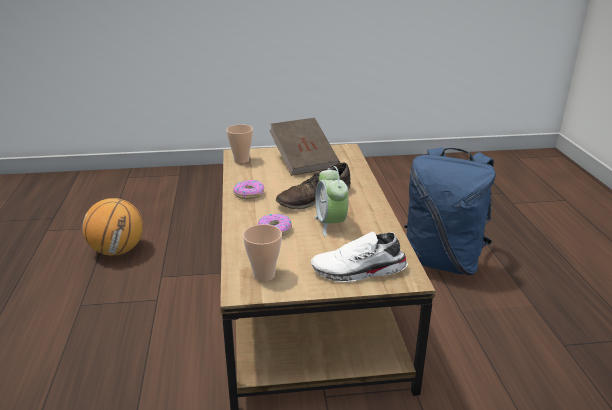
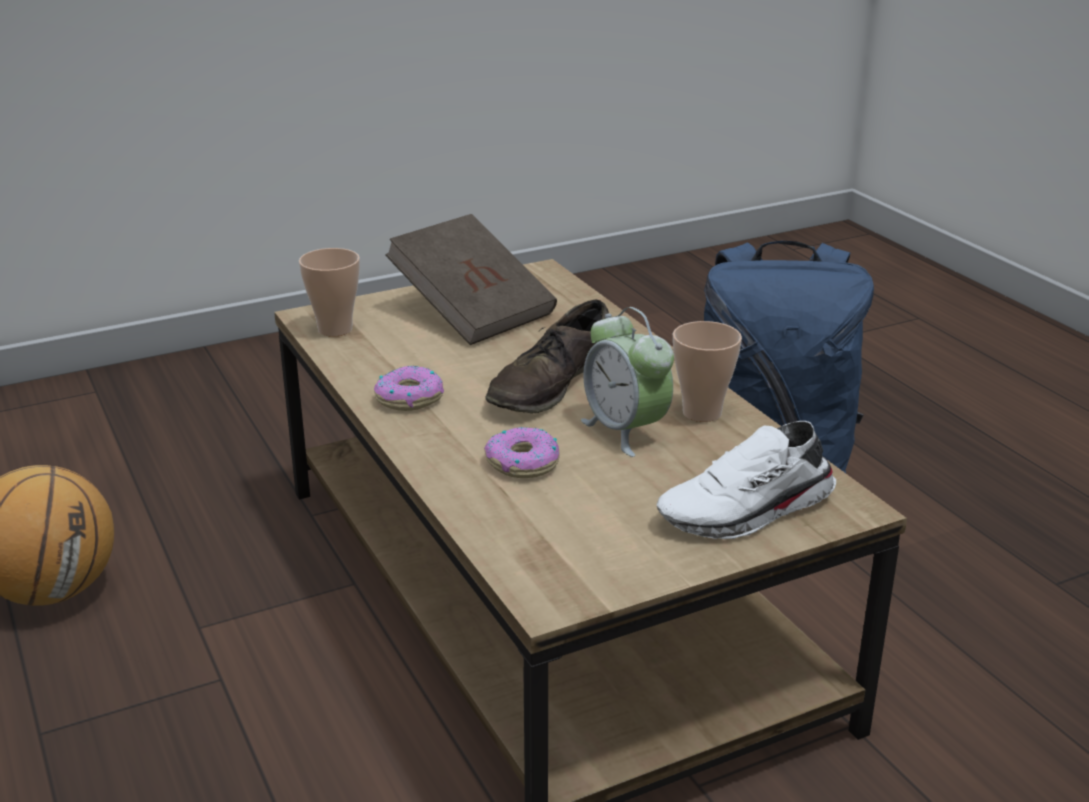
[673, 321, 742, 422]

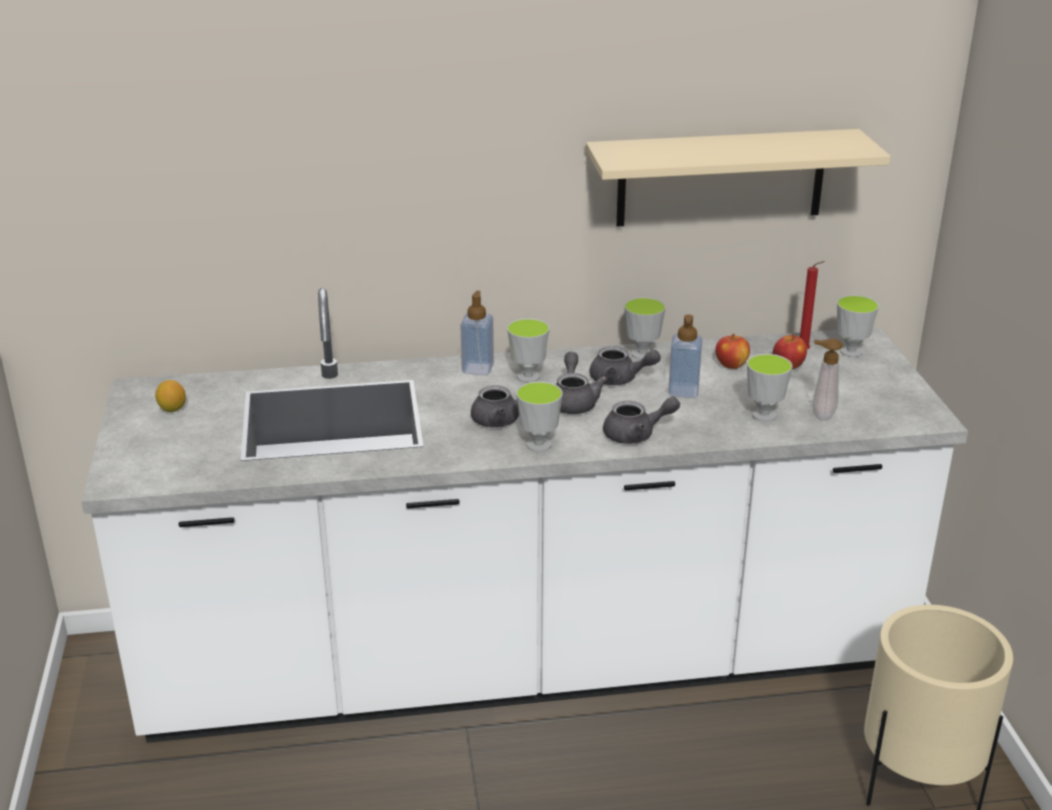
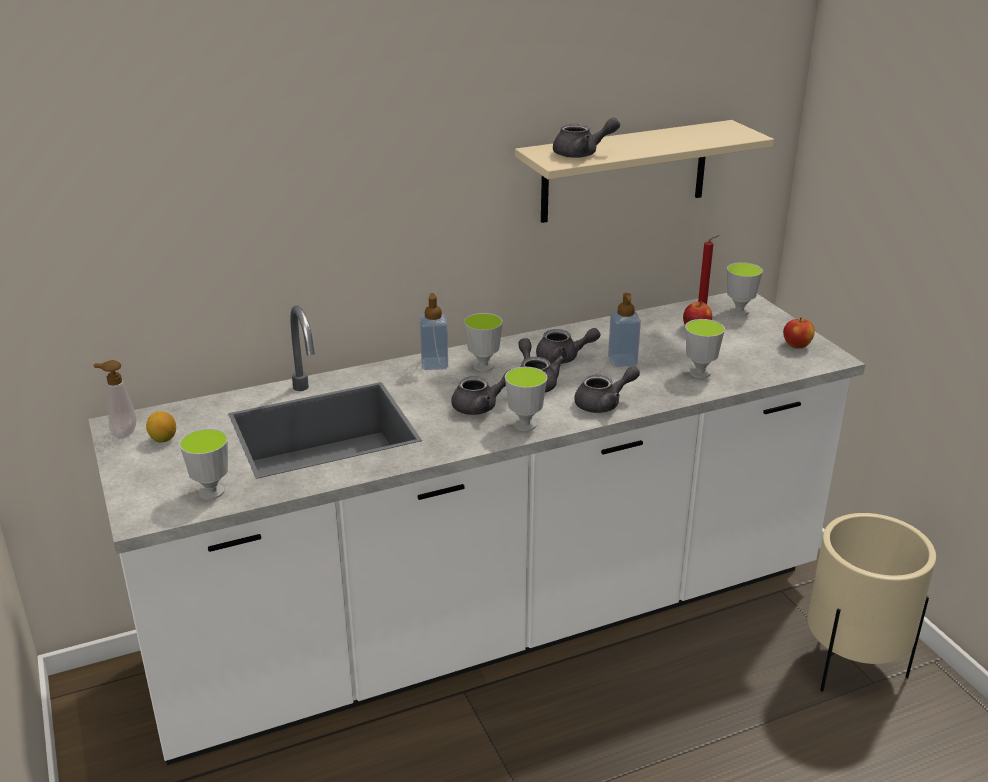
[553, 117, 620, 158]
[179, 428, 228, 500]
[783, 317, 815, 348]
[94, 360, 136, 439]

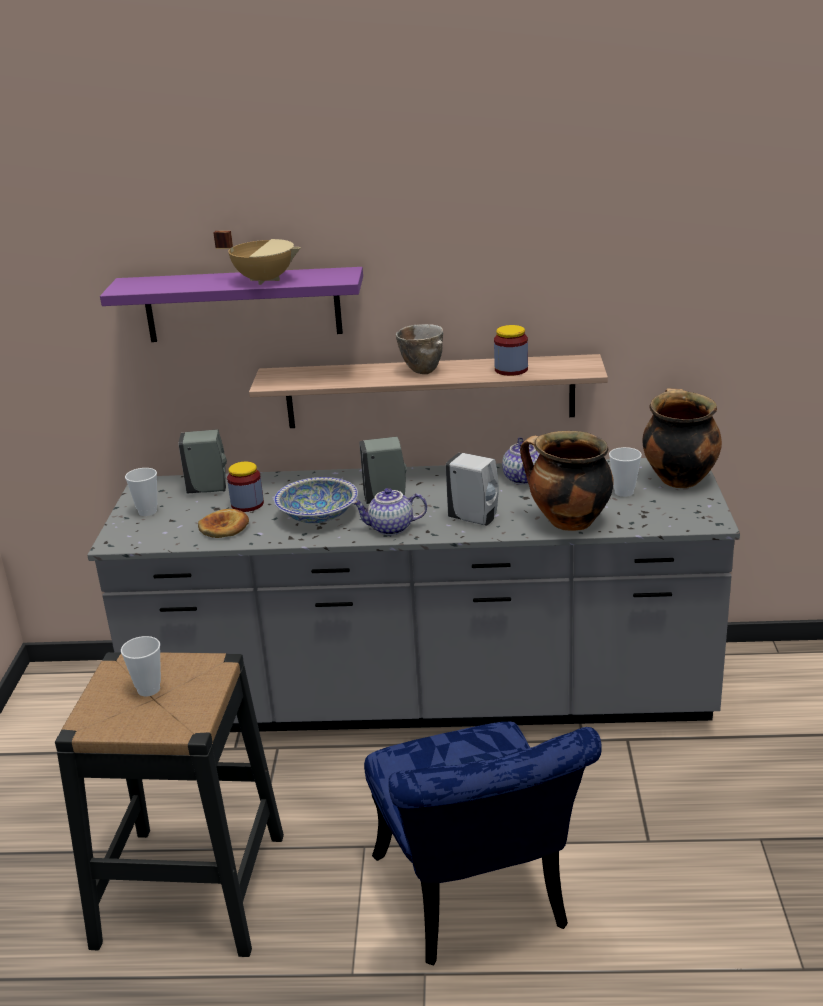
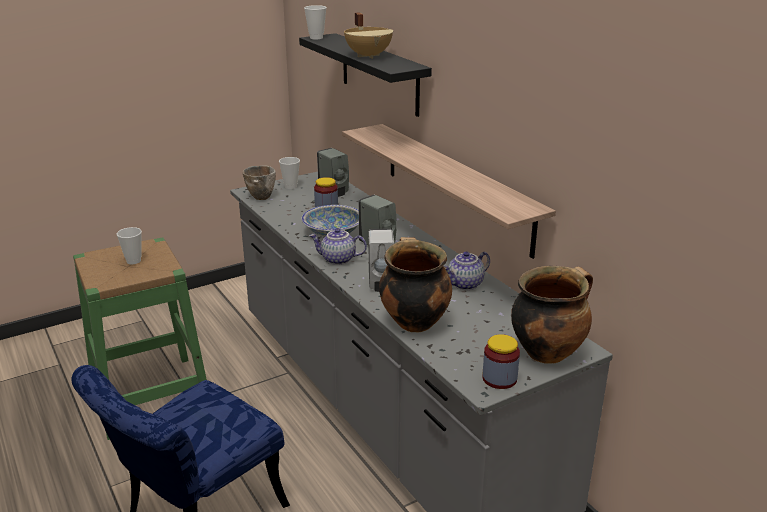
[198, 509, 249, 538] (first image)
[243, 165, 276, 200]
[482, 334, 520, 389]
[304, 5, 327, 39]
[73, 237, 207, 440]
[299, 33, 432, 117]
[309, 228, 367, 265]

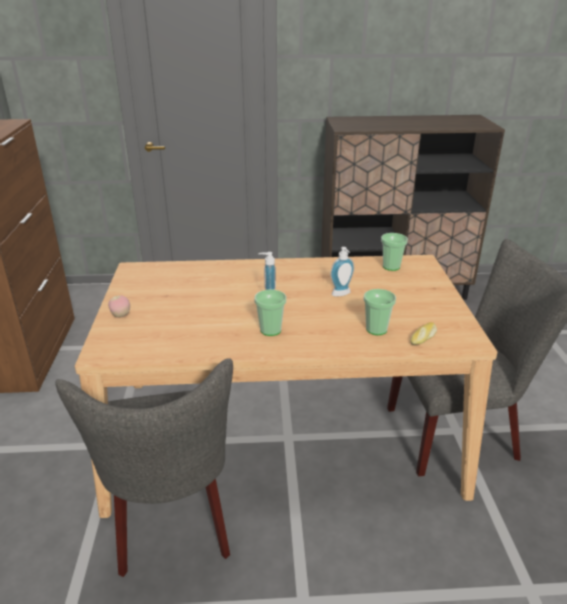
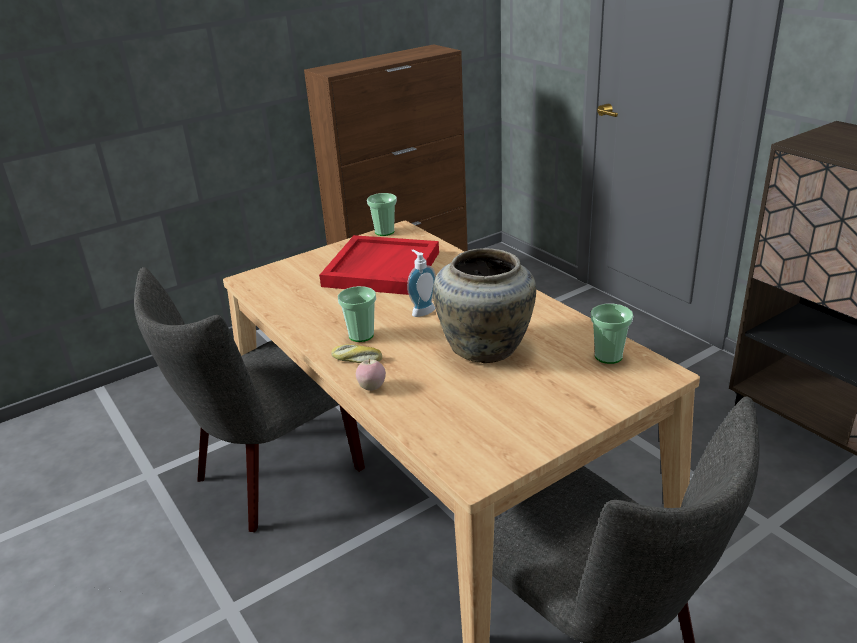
[319, 235, 439, 295]
[356, 359, 386, 391]
[367, 193, 397, 236]
[331, 344, 382, 363]
[433, 248, 536, 363]

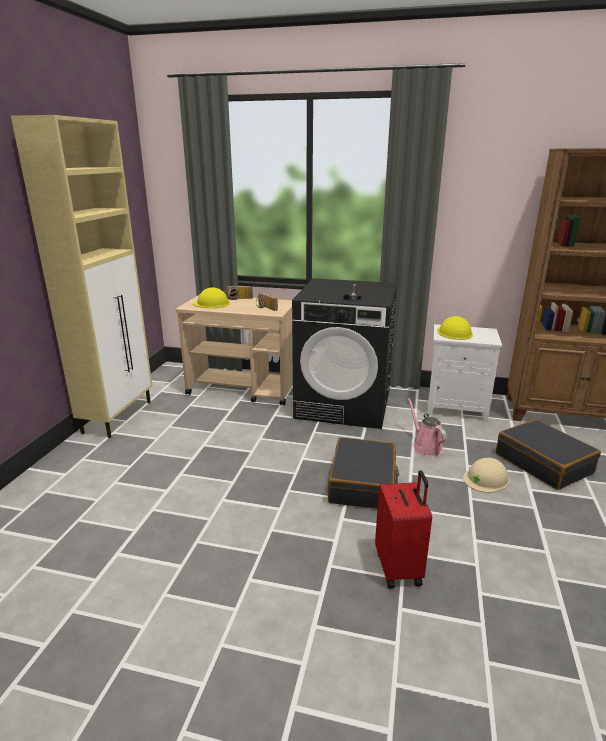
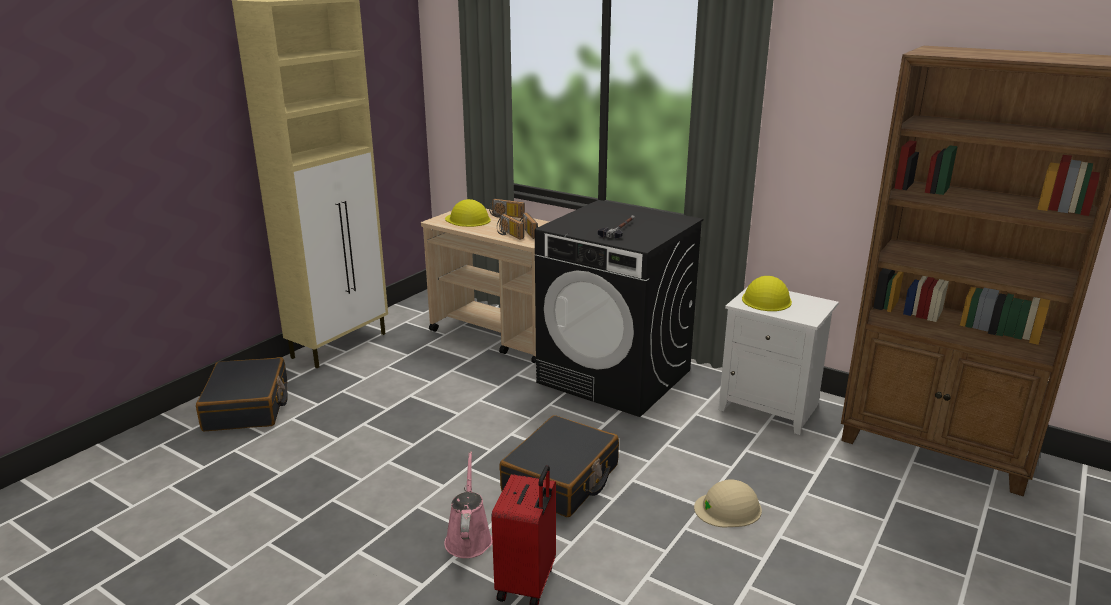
[497, 214, 524, 240]
[444, 452, 492, 558]
[196, 357, 288, 431]

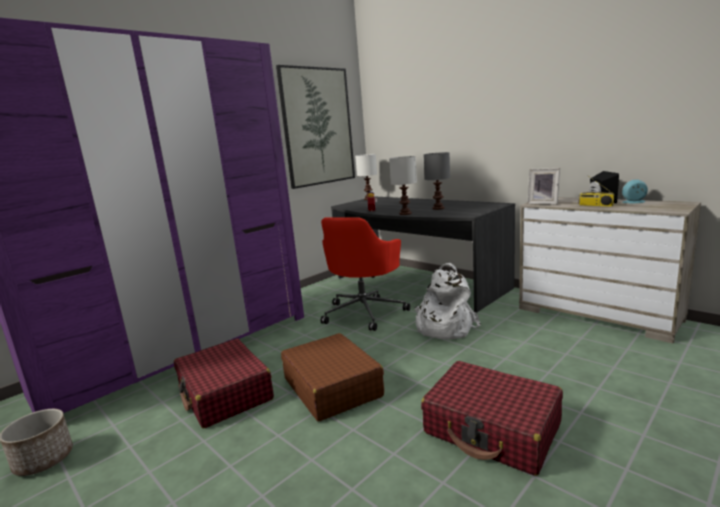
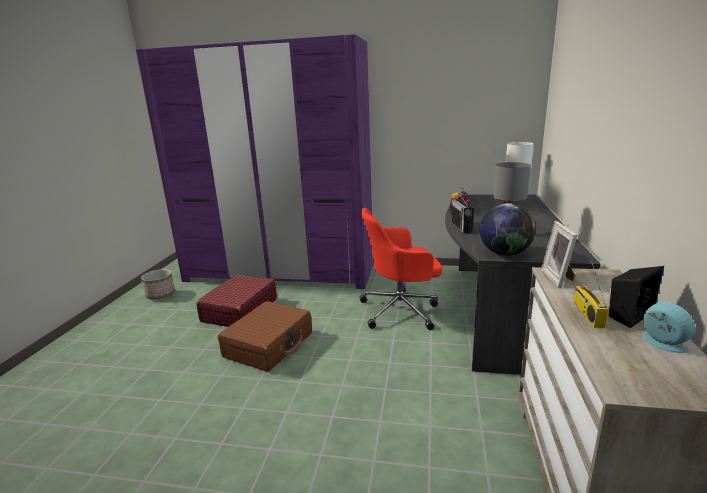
[276, 65, 355, 189] (first image)
[414, 263, 481, 339] (first image)
[421, 361, 563, 476] (first image)
[480, 203, 536, 256]
[451, 190, 474, 233]

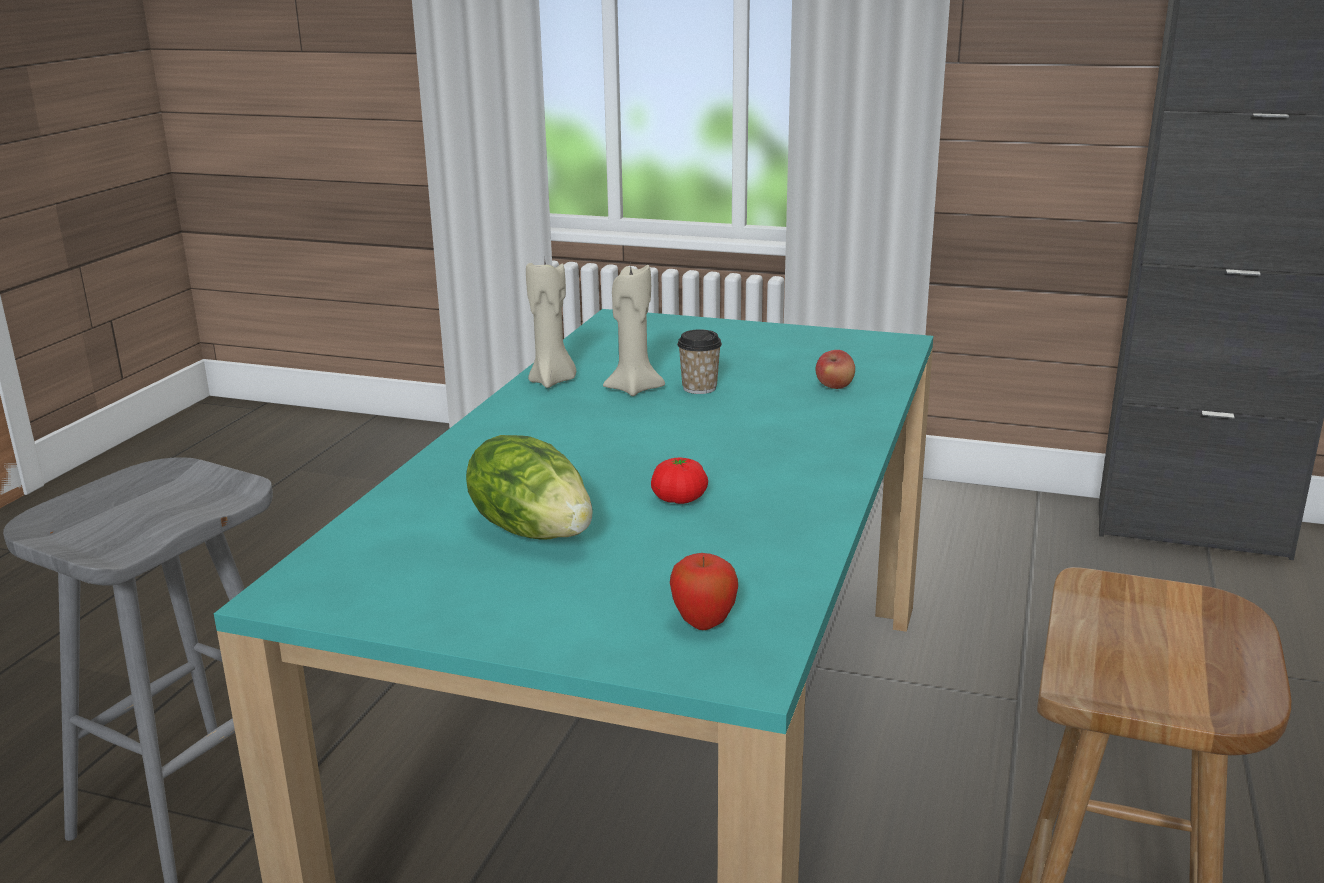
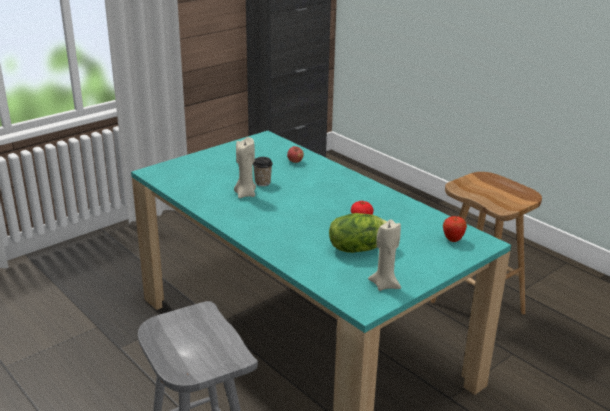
[368, 219, 401, 291]

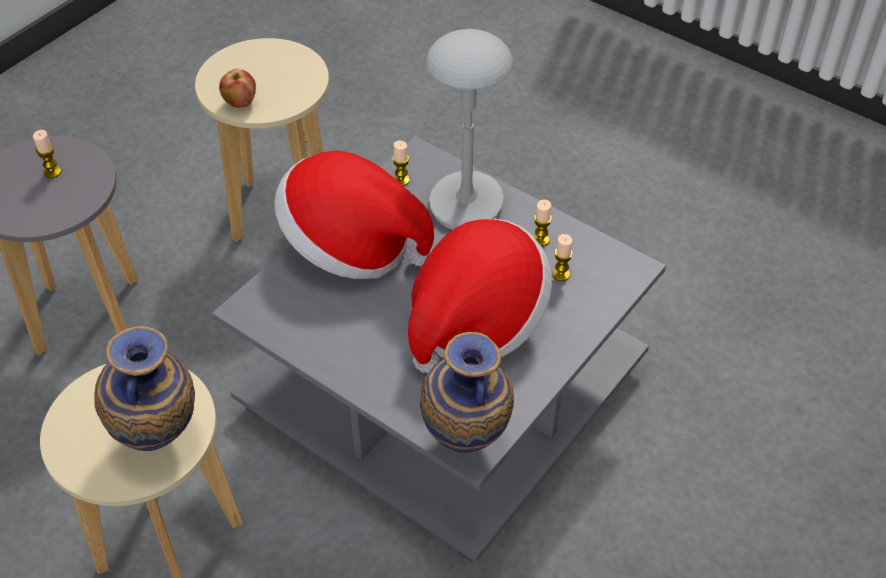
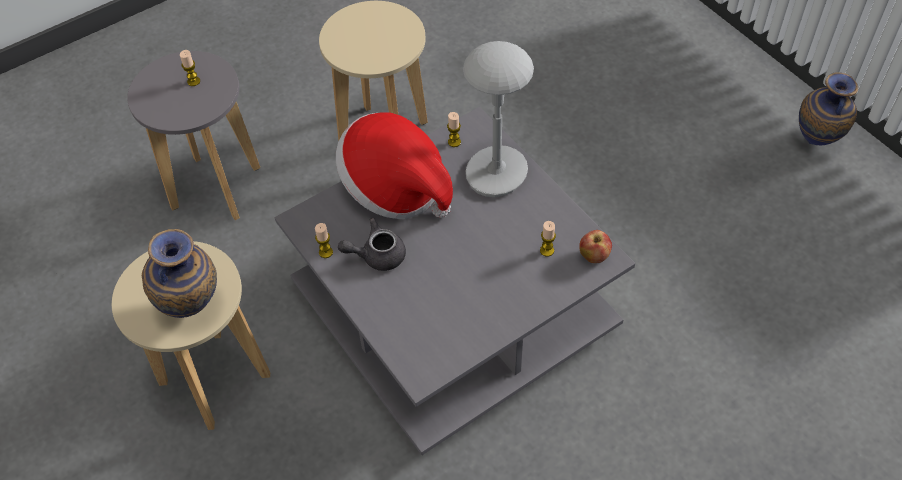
[408, 219, 552, 373] (first image)
[338, 218, 406, 271]
[579, 230, 612, 263]
[799, 72, 859, 145]
[315, 223, 333, 258]

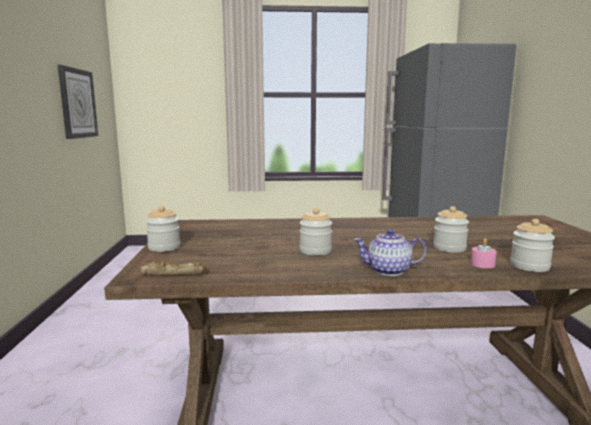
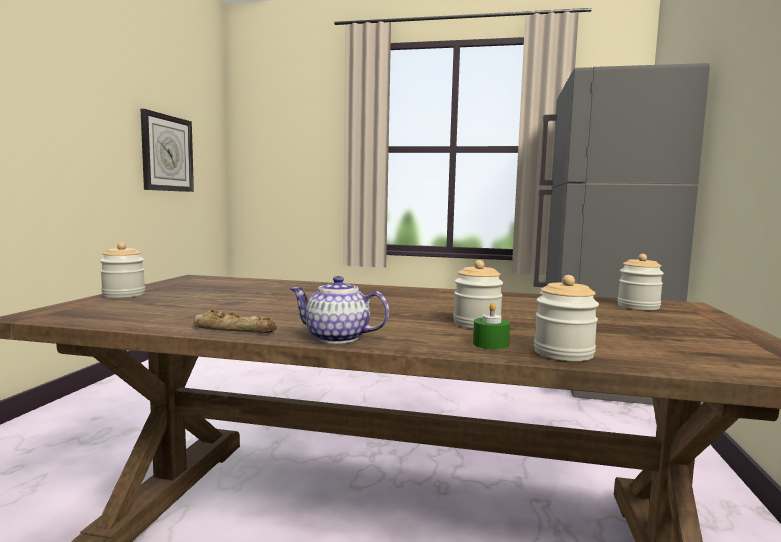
[193, 310, 277, 333]
[617, 254, 664, 310]
[473, 303, 510, 350]

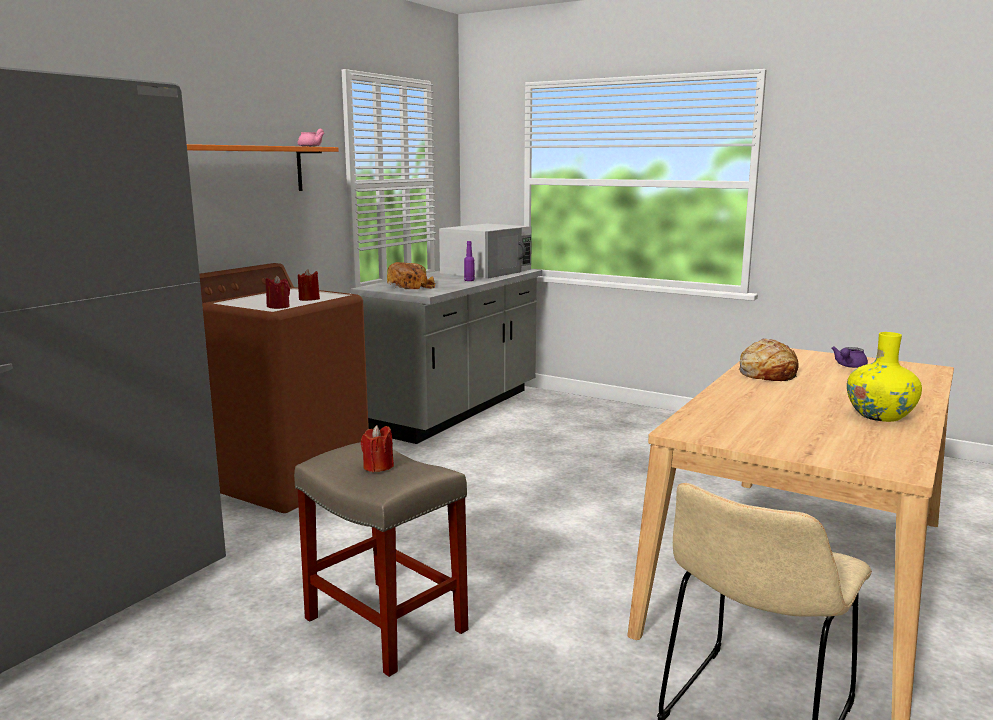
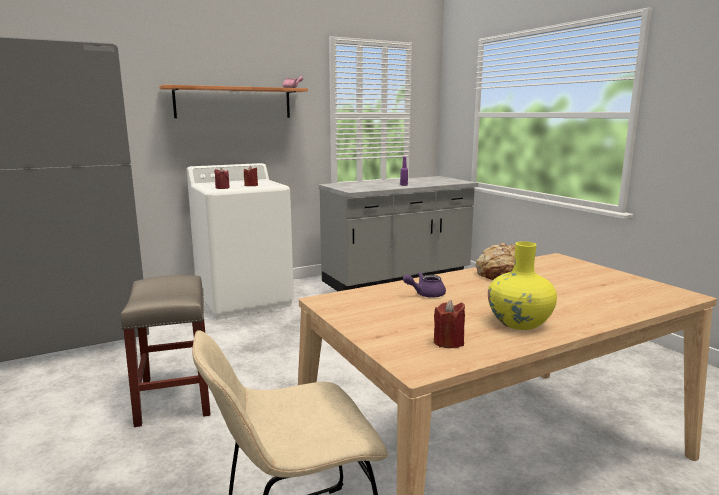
[387, 262, 436, 289] (first image)
[439, 224, 532, 279] (first image)
[434, 300, 465, 348]
[403, 272, 446, 298]
[187, 163, 294, 320]

